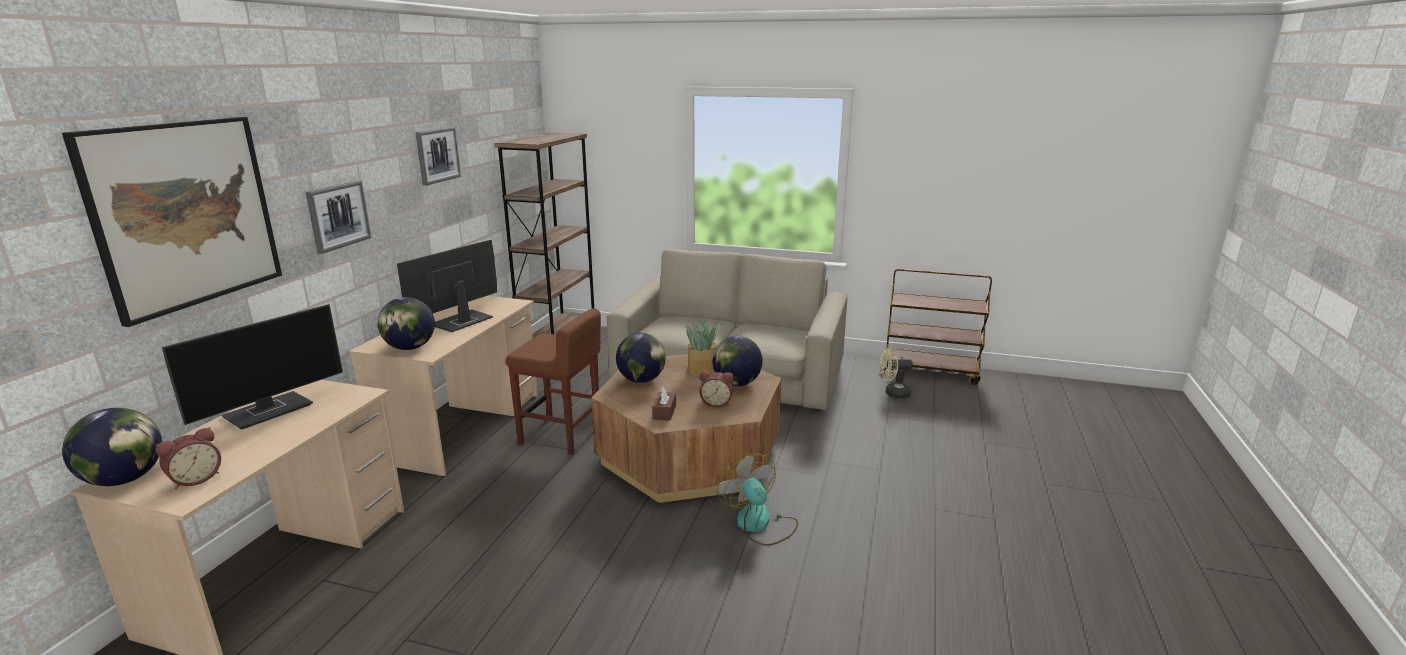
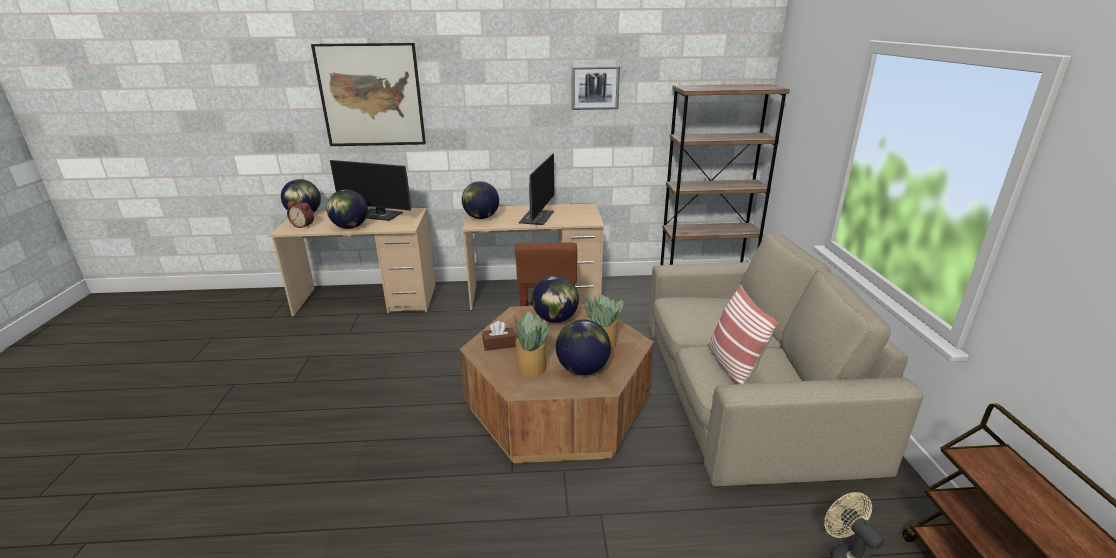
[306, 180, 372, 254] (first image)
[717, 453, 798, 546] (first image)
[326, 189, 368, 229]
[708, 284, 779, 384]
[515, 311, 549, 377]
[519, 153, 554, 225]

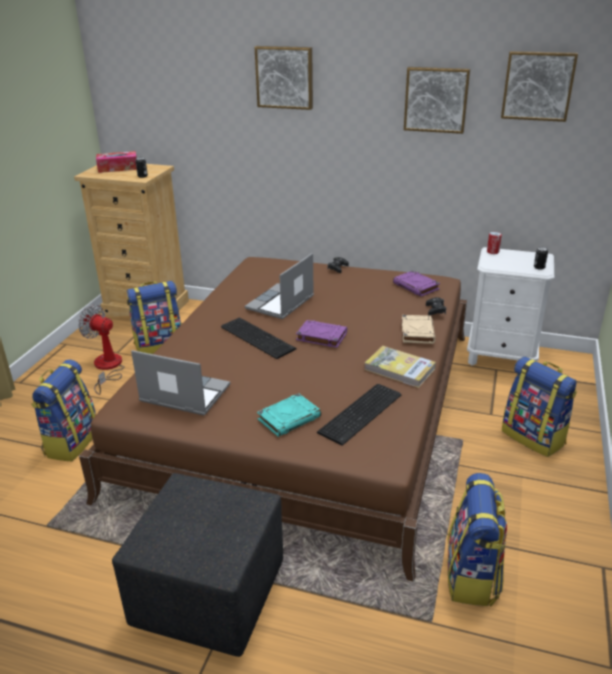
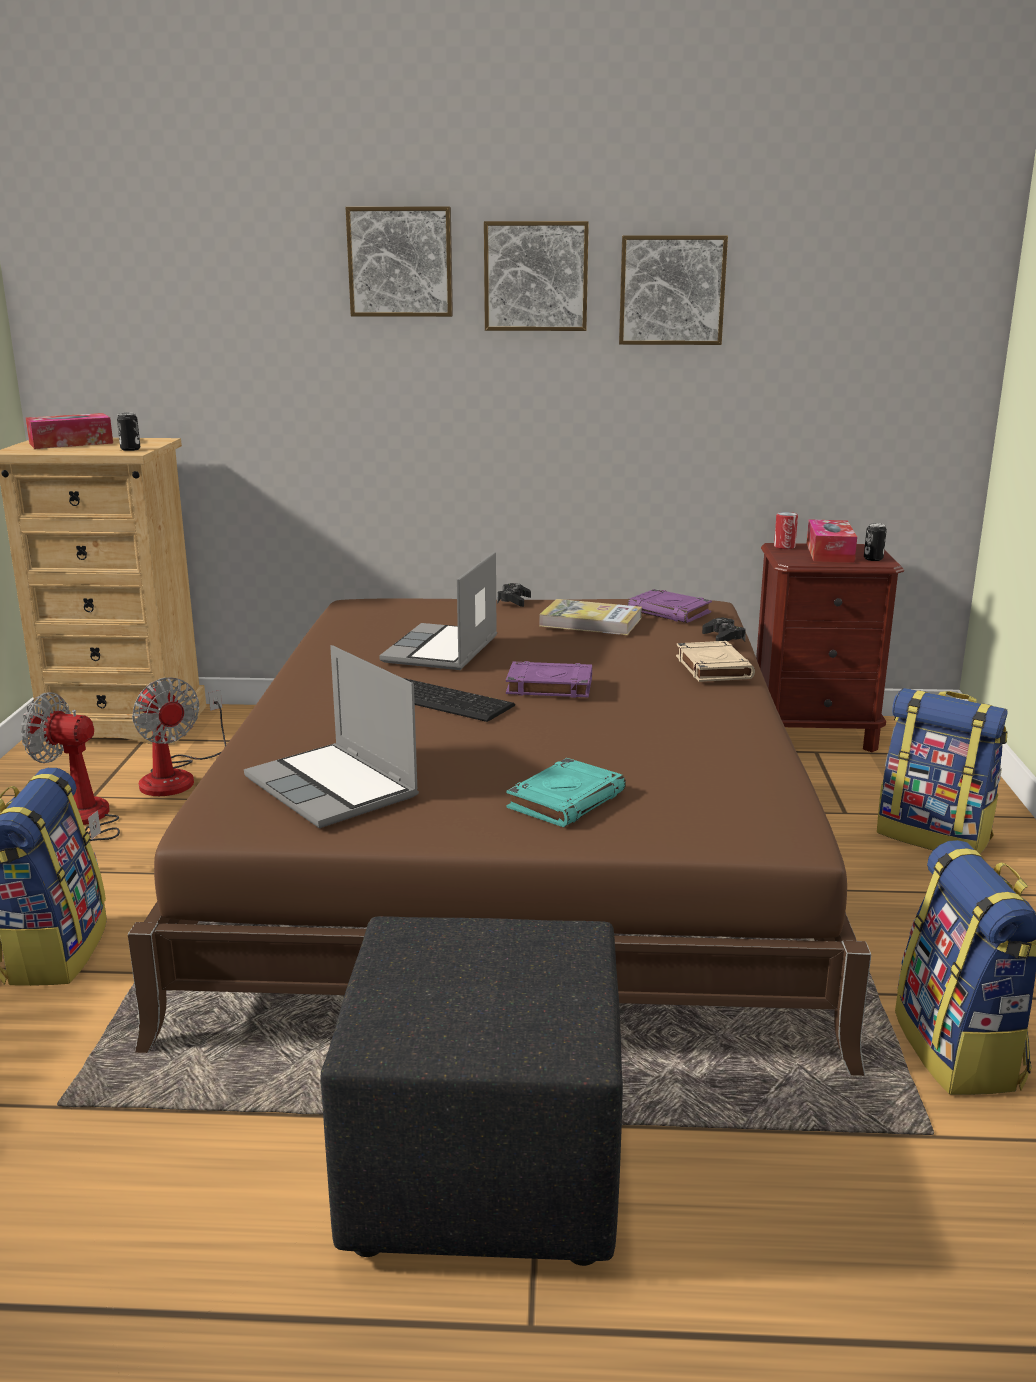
[317, 384, 402, 446] (first image)
[807, 519, 857, 563]
[539, 599, 642, 635]
[484, 221, 589, 331]
[132, 677, 226, 796]
[756, 543, 904, 752]
[244, 645, 419, 828]

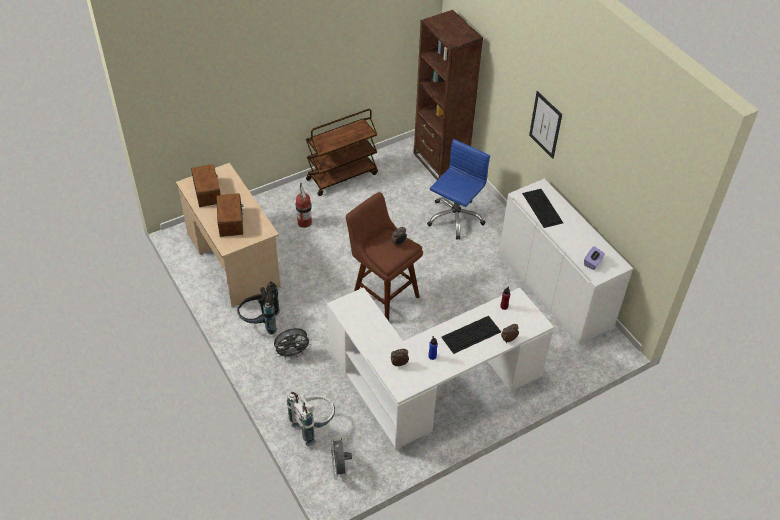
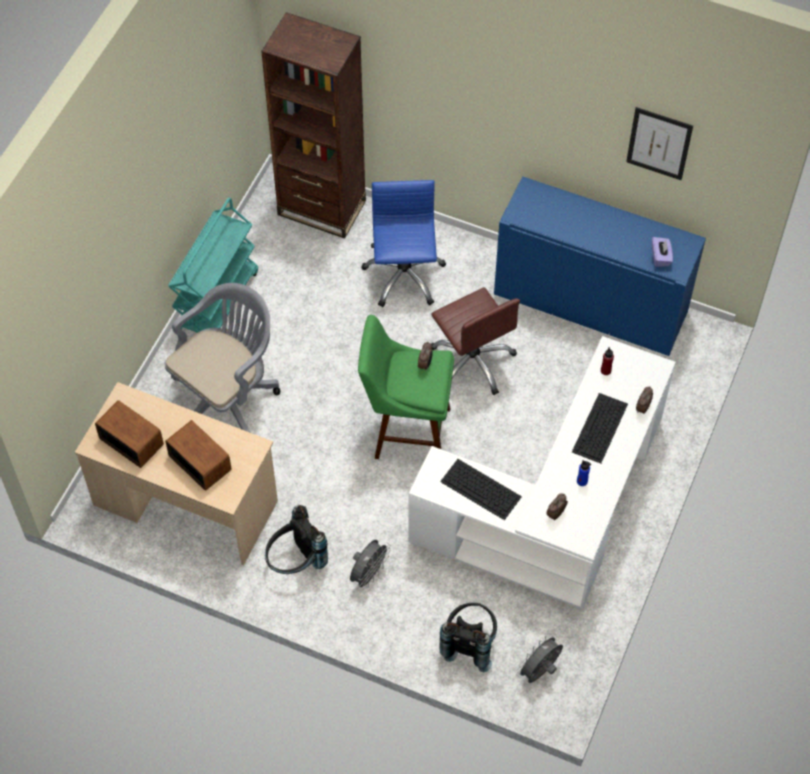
[431, 287, 520, 395]
[440, 459, 522, 520]
[626, 107, 693, 180]
[164, 283, 280, 433]
[439, 602, 497, 672]
[168, 197, 258, 333]
[358, 315, 454, 459]
[494, 176, 706, 356]
[516, 633, 563, 683]

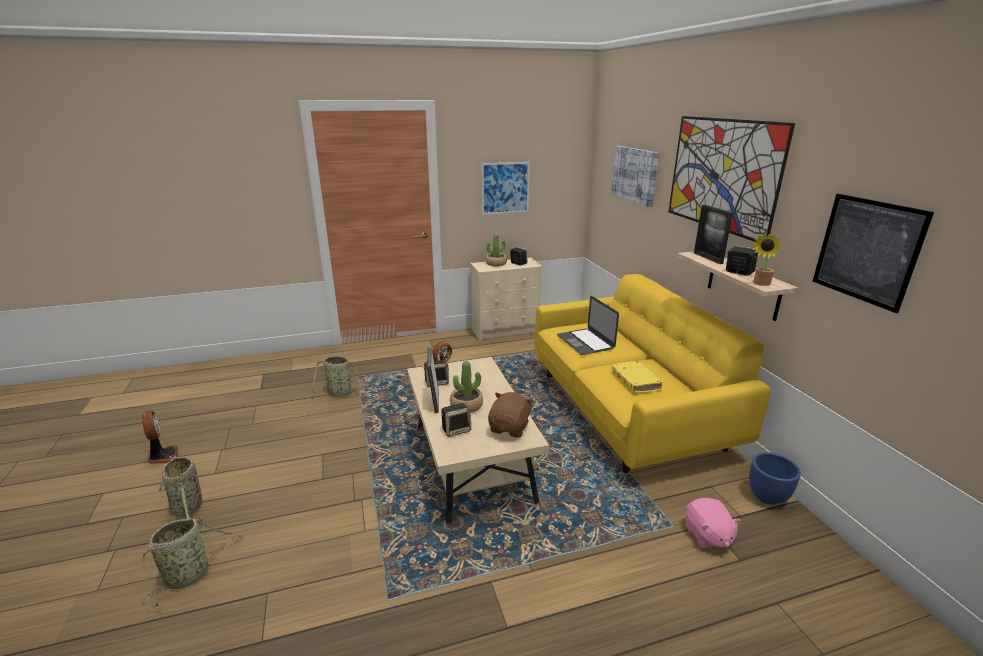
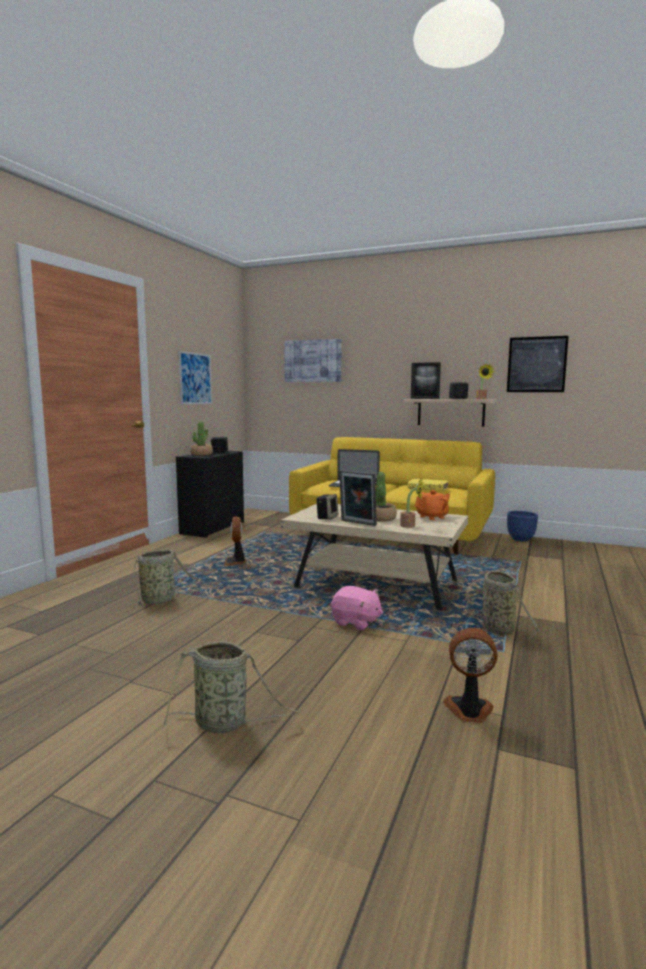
[668, 116, 795, 242] (first image)
[466, 571, 539, 643]
[443, 628, 498, 723]
[331, 586, 383, 630]
[400, 477, 424, 528]
[415, 490, 450, 520]
[176, 451, 244, 538]

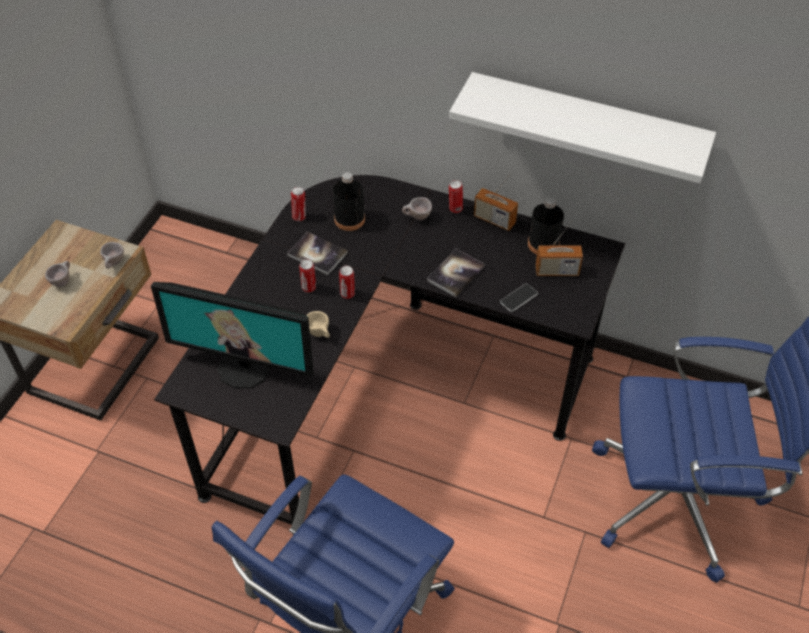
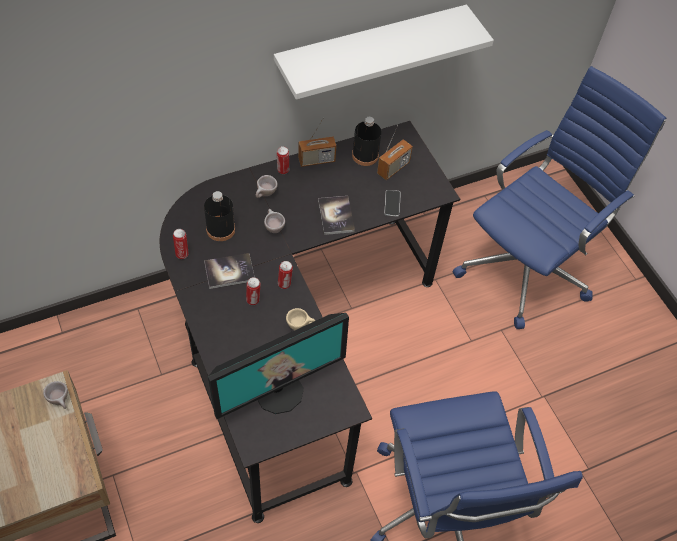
[264, 209, 285, 233]

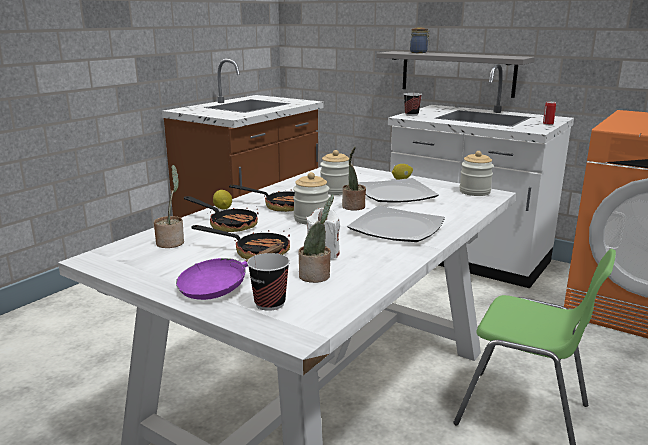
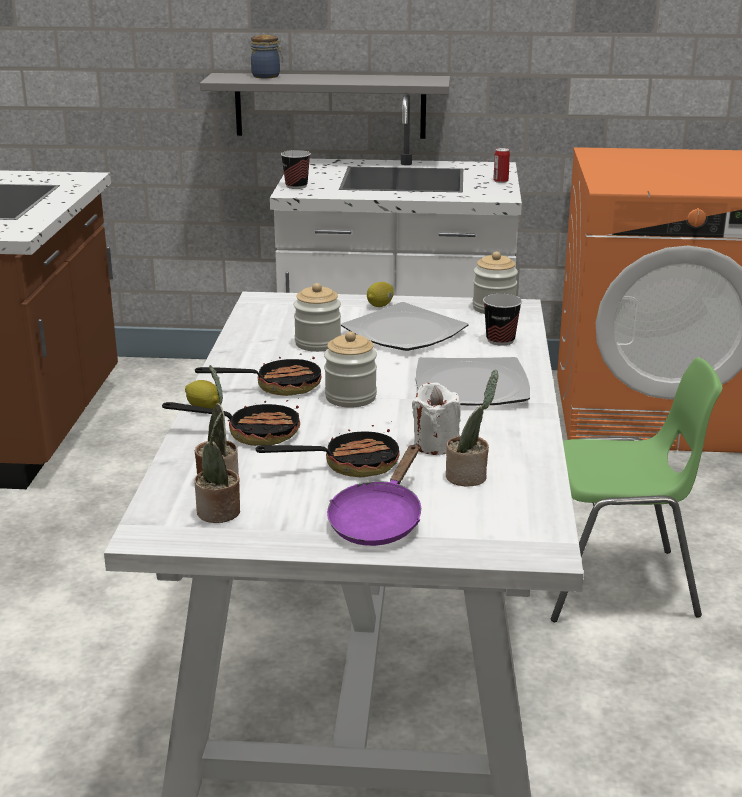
[483, 294, 522, 346]
[194, 412, 240, 523]

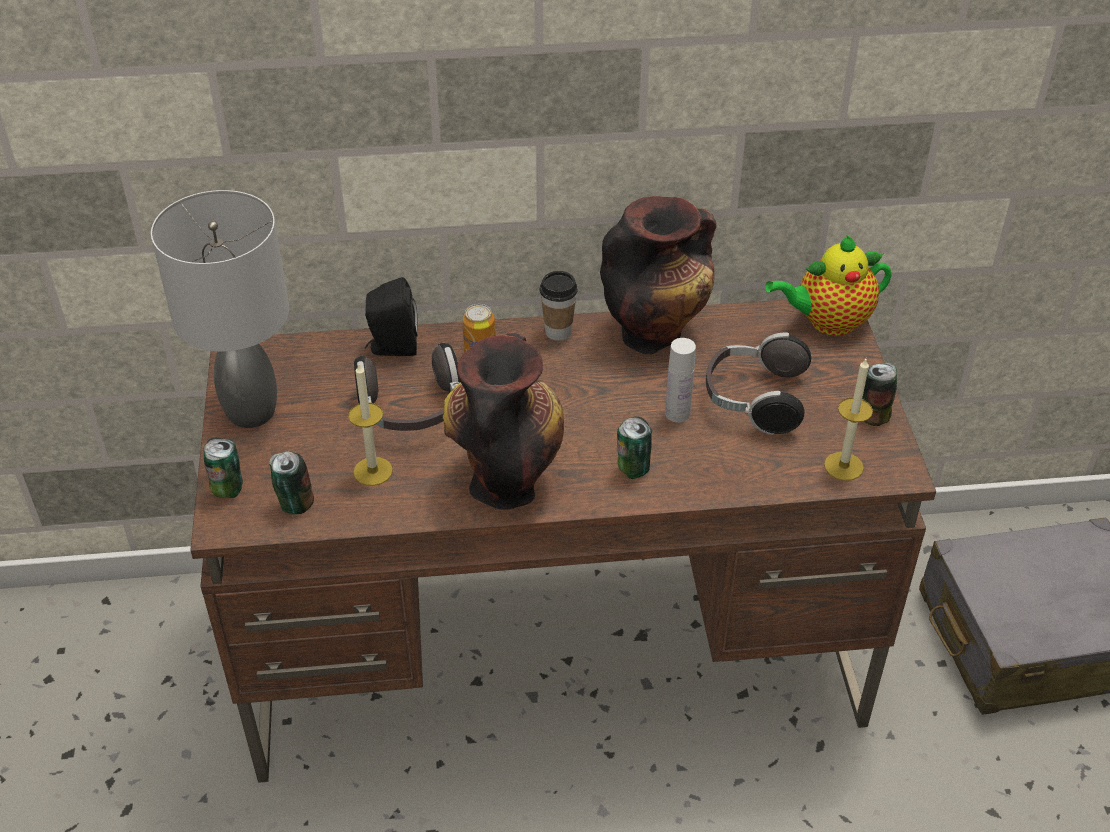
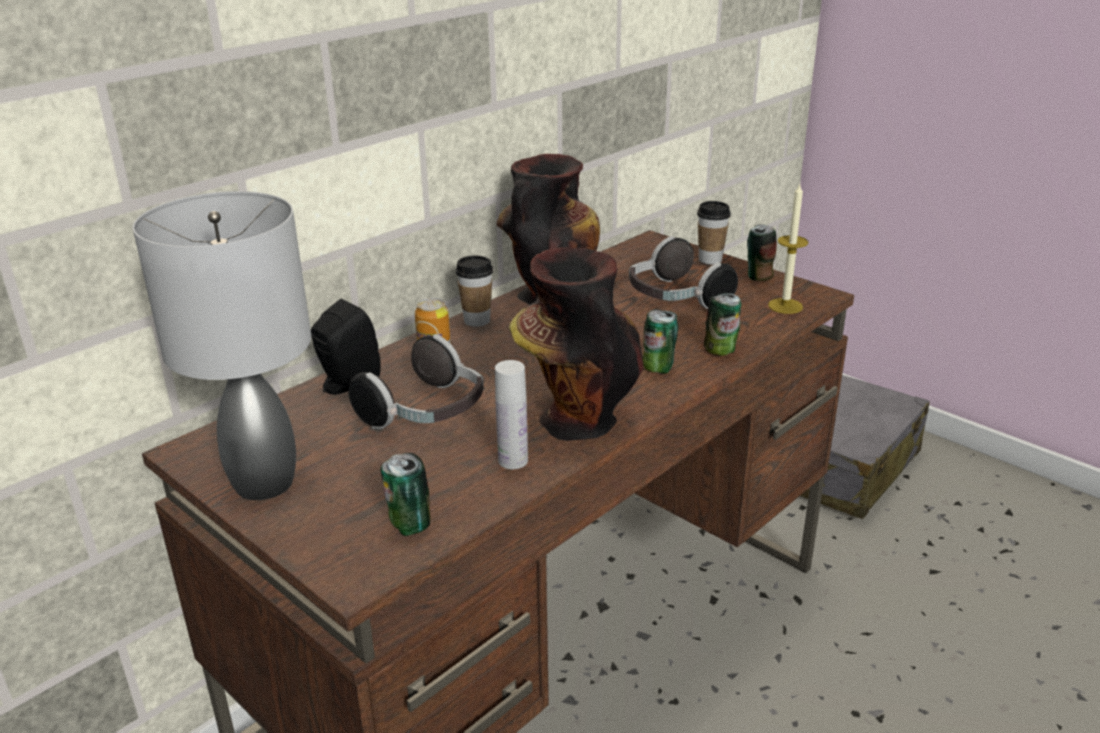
[348, 364, 393, 486] (first image)
[765, 235, 892, 336] (first image)
[697, 201, 731, 264]
[704, 293, 741, 356]
[495, 360, 528, 469]

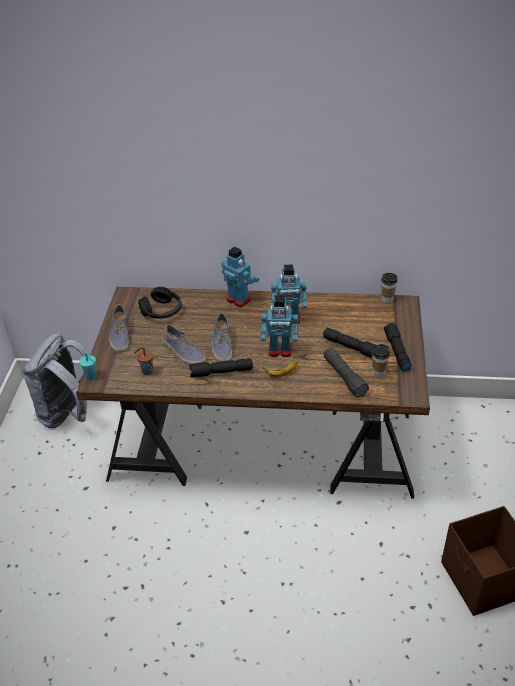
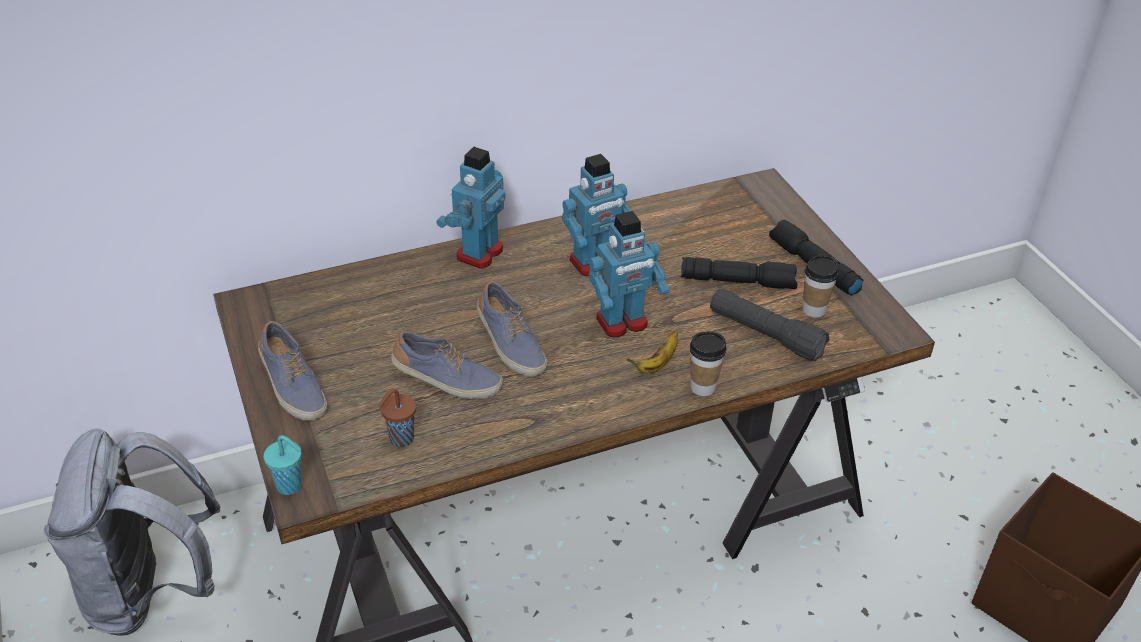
[138, 287, 182, 319] (first image)
[190, 358, 253, 377] (first image)
[690, 332, 727, 396]
[436, 147, 505, 269]

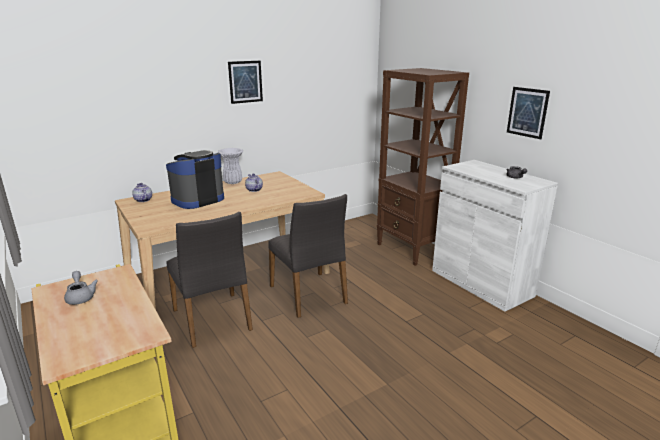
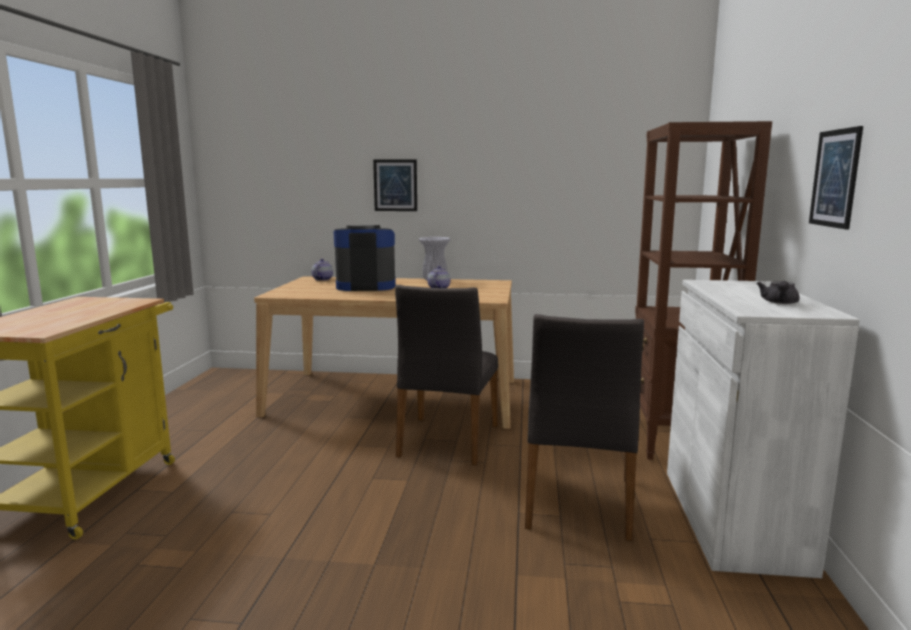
[64, 271, 98, 305] (first image)
[525, 314, 644, 541]
[373, 159, 417, 211]

